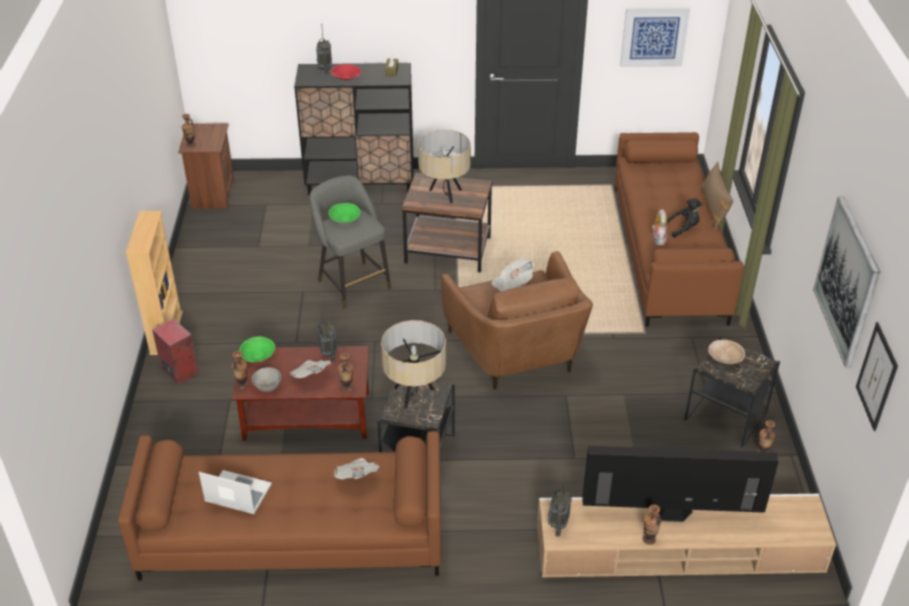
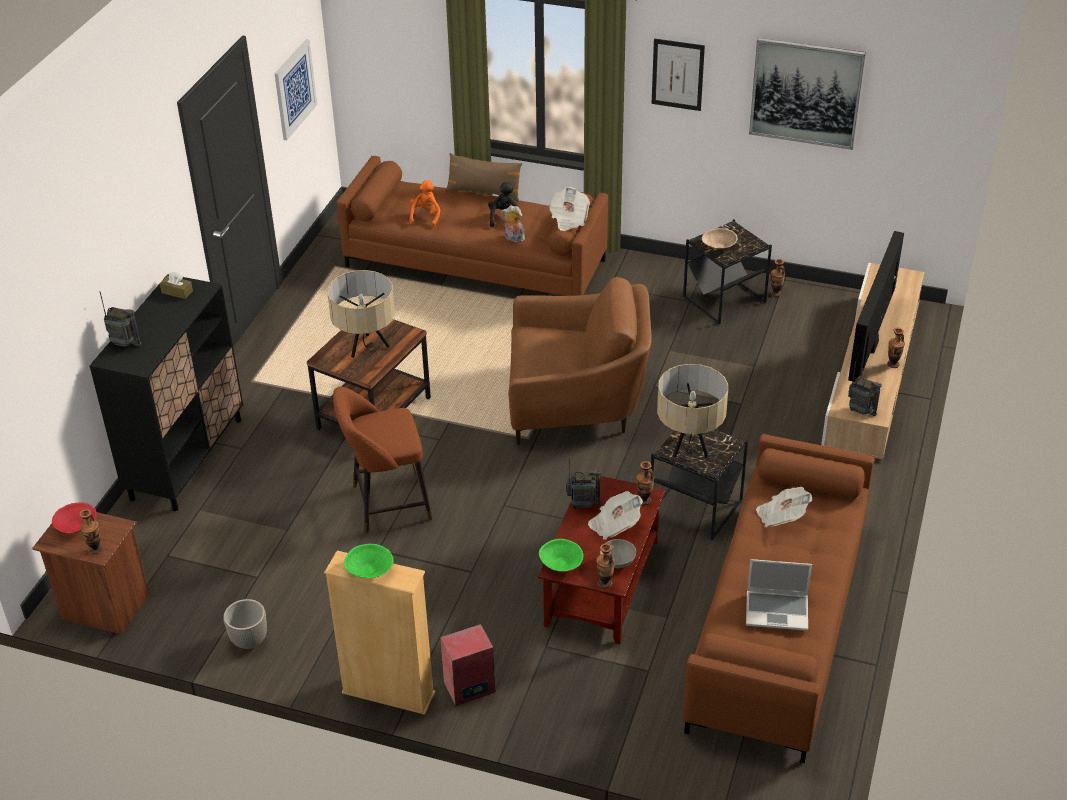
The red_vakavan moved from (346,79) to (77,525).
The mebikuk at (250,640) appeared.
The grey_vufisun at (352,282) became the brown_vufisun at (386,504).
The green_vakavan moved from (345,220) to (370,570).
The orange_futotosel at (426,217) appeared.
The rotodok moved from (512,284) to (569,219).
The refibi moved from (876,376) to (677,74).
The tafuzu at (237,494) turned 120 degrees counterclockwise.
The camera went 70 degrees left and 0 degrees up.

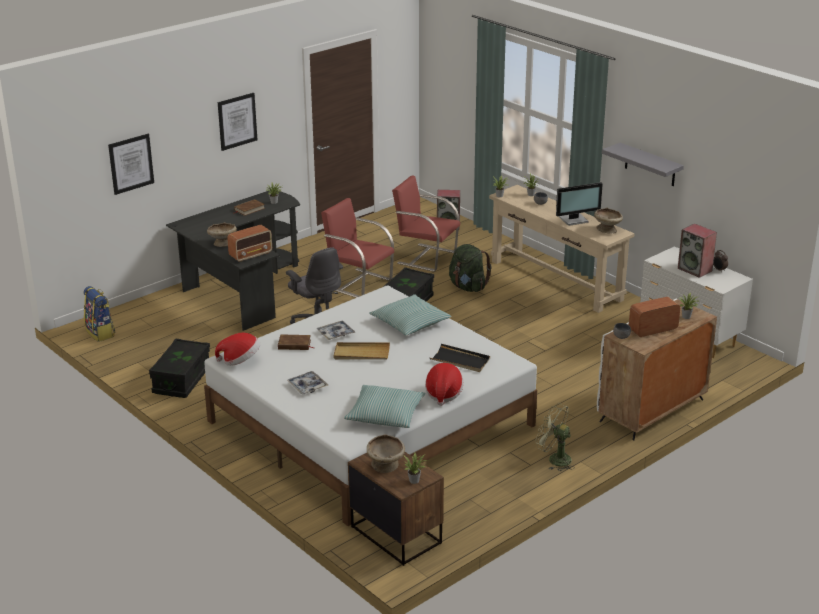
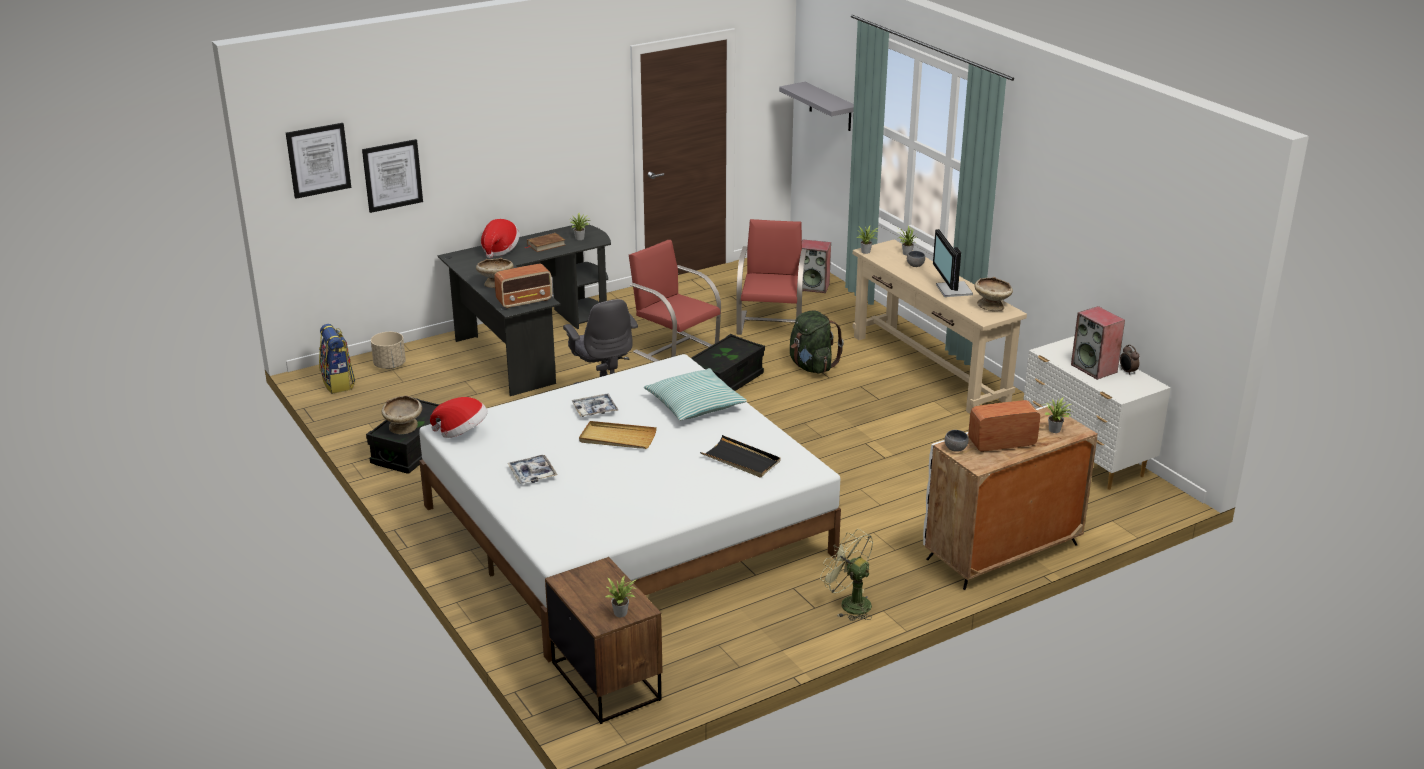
The refibi moved from (237,121) to (318,160).
The beige_mebikuk at (390,365) appeared.
The beige_vakavan moved from (386,466) to (404,428).
The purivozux moved from (443,393) to (499,250).
The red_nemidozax at (426,257) turned 60 degrees clockwise.
The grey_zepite moved from (650,165) to (830,107).
The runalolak at (574,220) turned 90 degrees clockwise.
The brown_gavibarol at (294,345) disappeared.
The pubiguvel at (385,414) disappeared.
The camera went 10 degrees right and 0 degrees up.

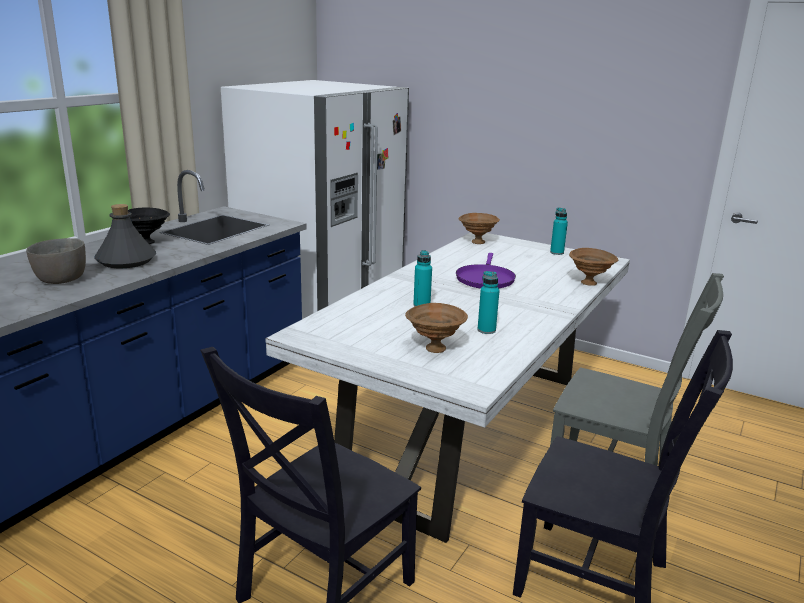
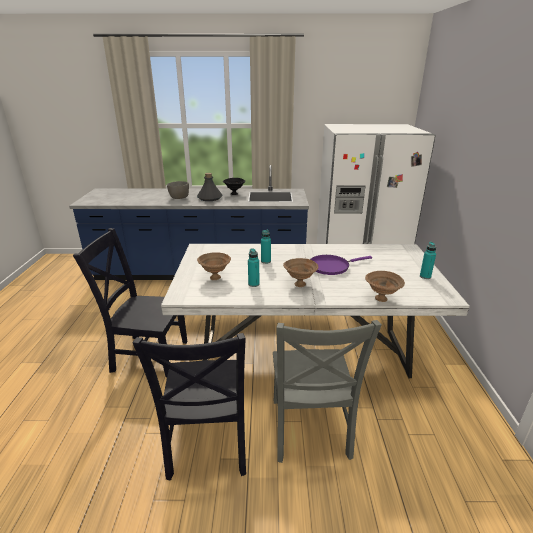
The brown_vakavan moved from (477,242) to (299,284).
The camera went 60 degrees right and 5 degrees up.

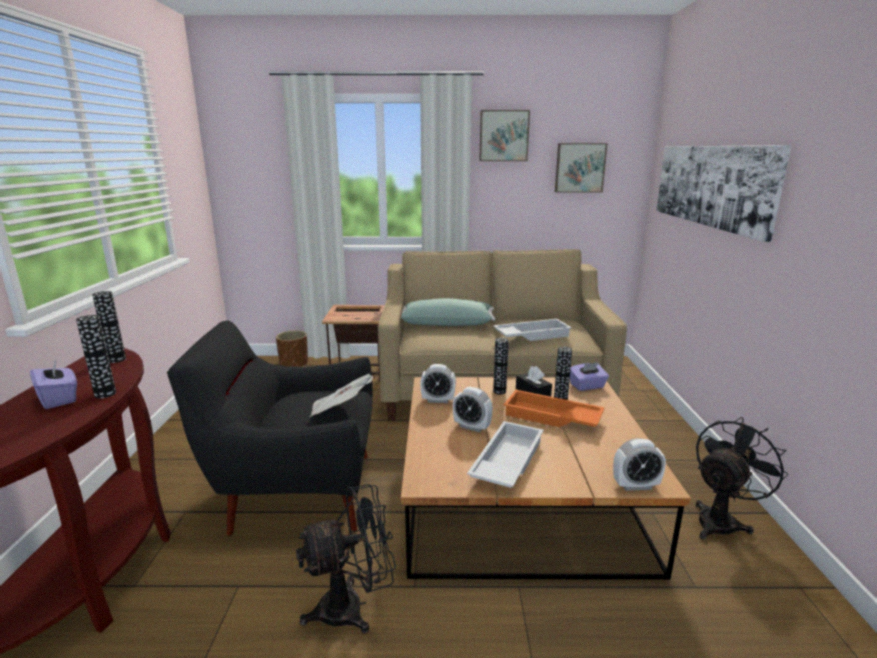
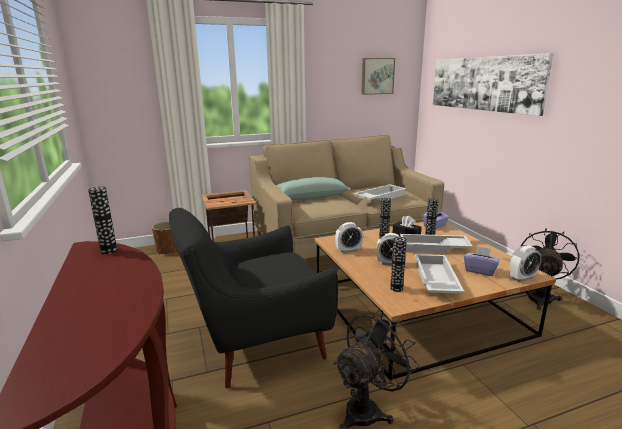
The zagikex moved from (105,394) to (396,288).
The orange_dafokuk at (551,417) became the white_dafokuk at (433,248).
The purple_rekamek moved from (59,398) to (480,270).
The rotodok at (340,411) disappeared.
The refibi at (503,136) disappeared.
The camera went 20 degrees left and 0 degrees up.

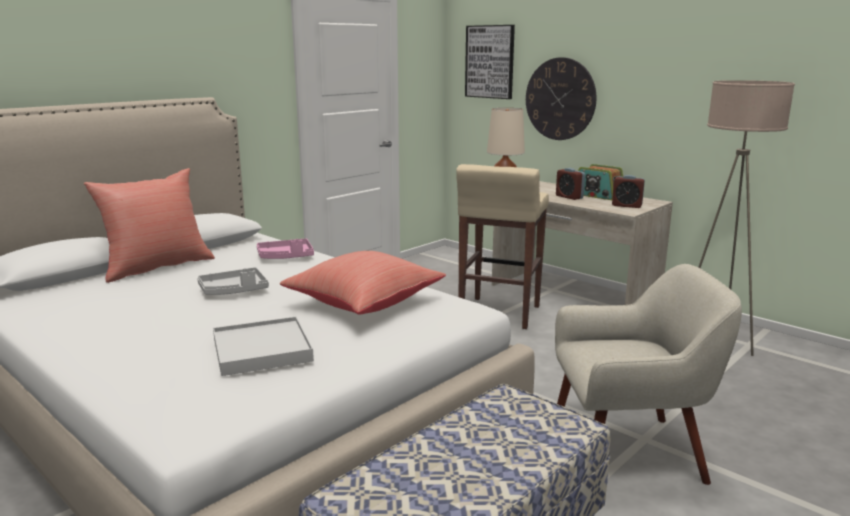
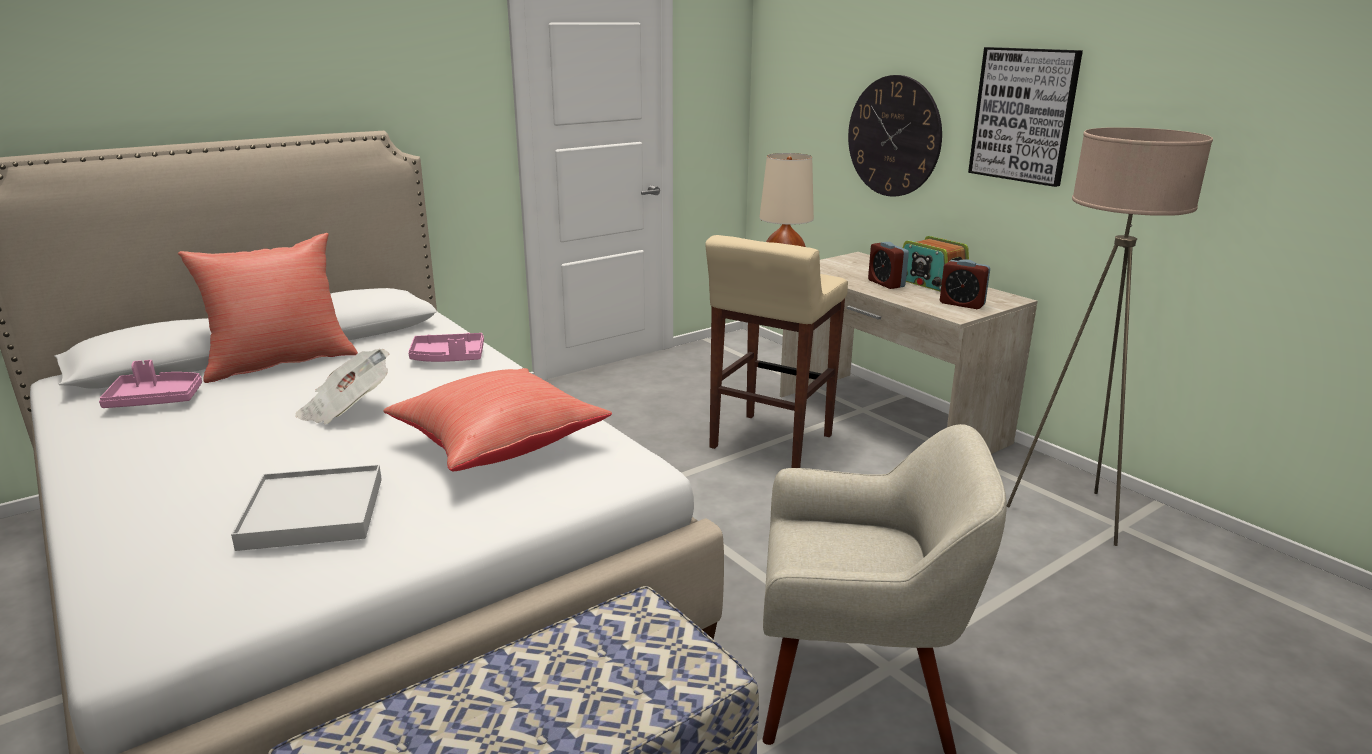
The pink_dafokuk at (156,400) appeared.
The grey_dafokuk at (234,291) was replaced by the rotodok at (346,409).
The refibi moved from (490,62) to (1024,115).
The camera went 10 degrees right and 5 degrees up.

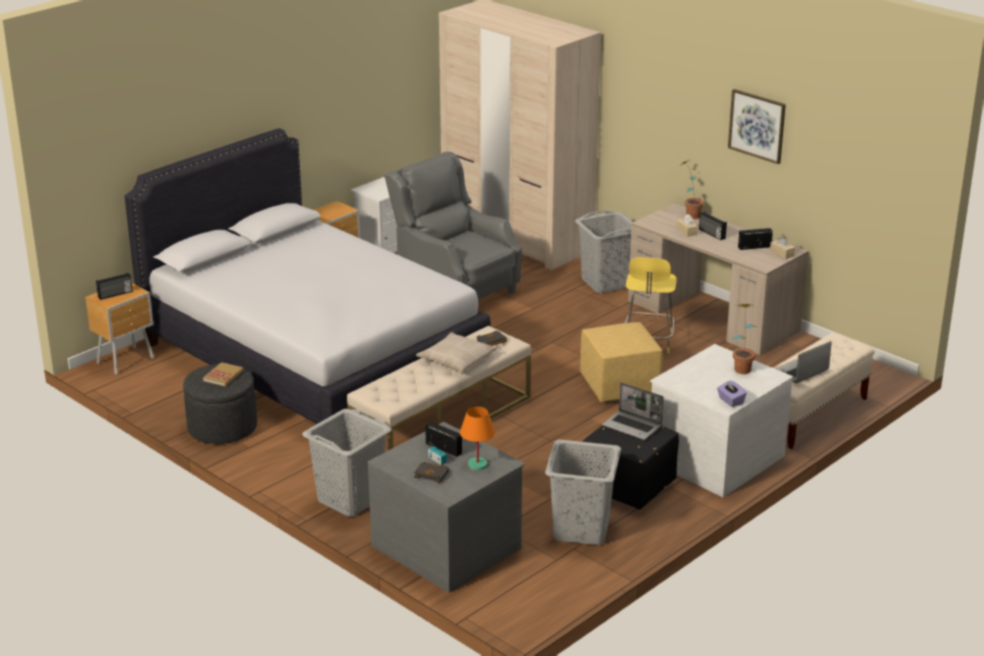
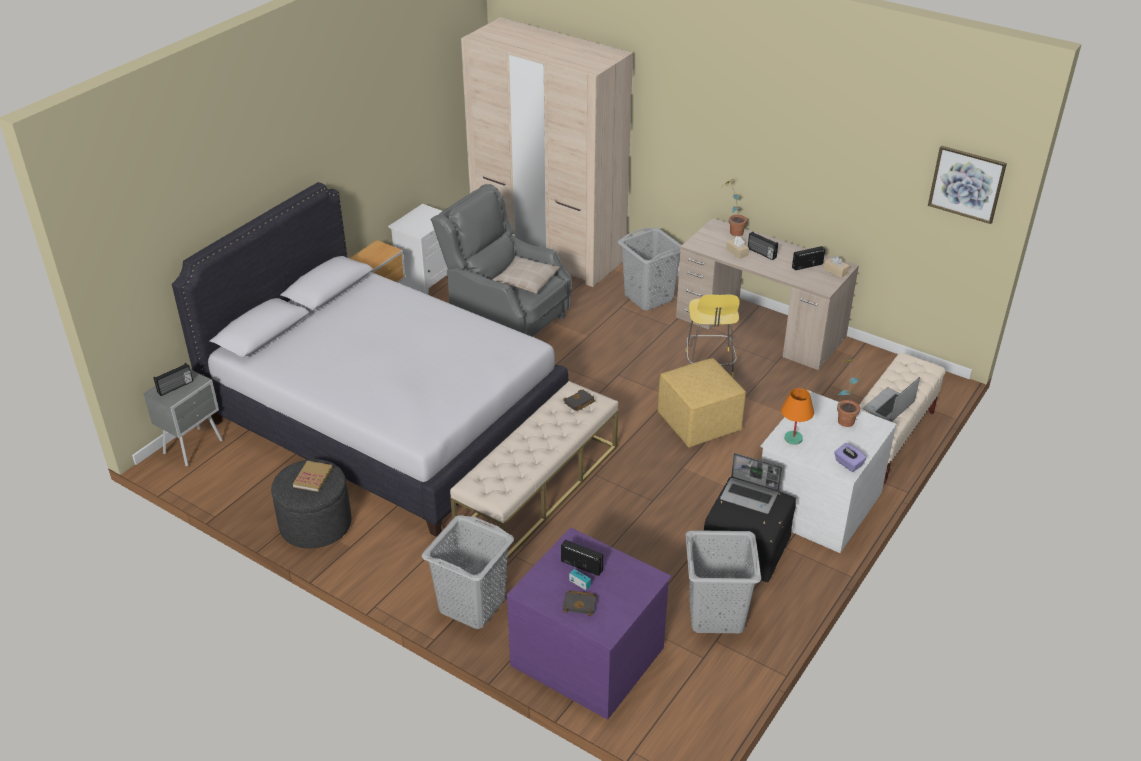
The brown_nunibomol at (127,360) became the grey_nunibomol at (194,446).
The beige_pubiguvel moved from (456,359) to (526,280).
The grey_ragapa at (448,546) became the purple_ragapa at (589,655).
The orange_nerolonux moved from (477,465) to (793,438).
The refibi moved from (757,126) to (966,184).
The camera went 10 degrees left and 10 degrees up.

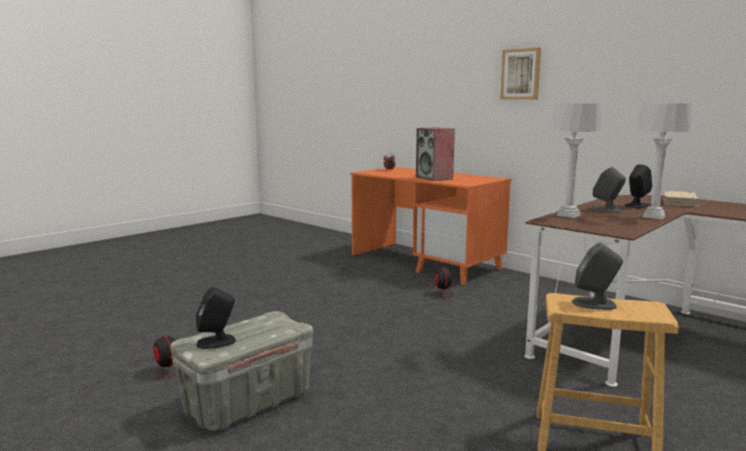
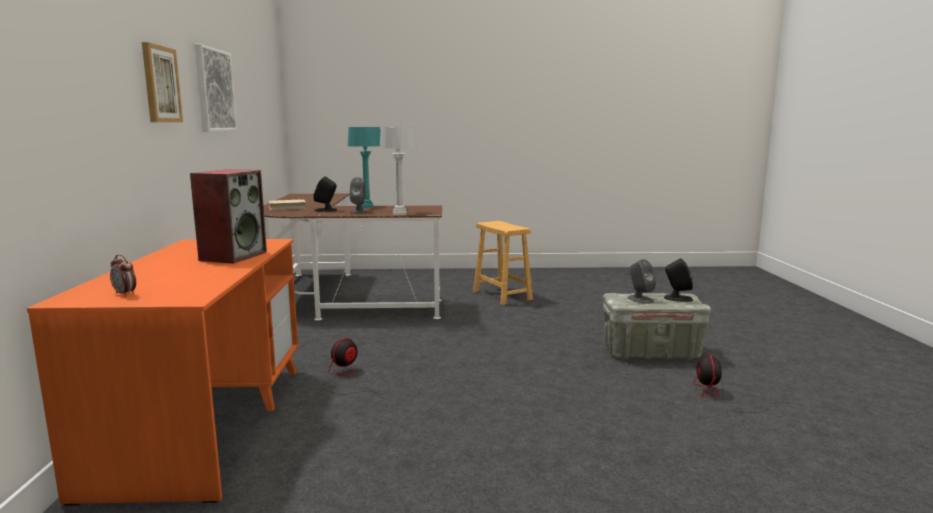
The refibi at (214,90) appeared.
The grey_nerolonux at (653,217) became the turquoise_nerolonux at (367,207).
The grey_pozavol moved from (594,304) to (640,299).
The camera went 135 degrees left and 0 degrees up.

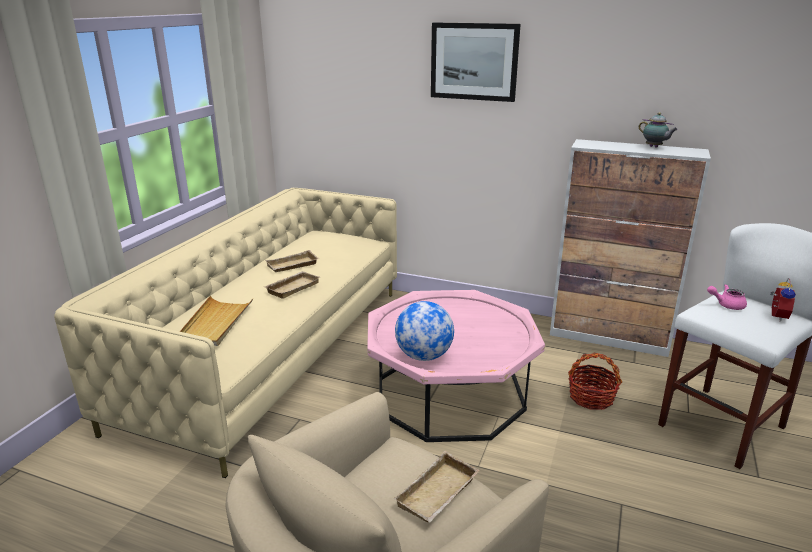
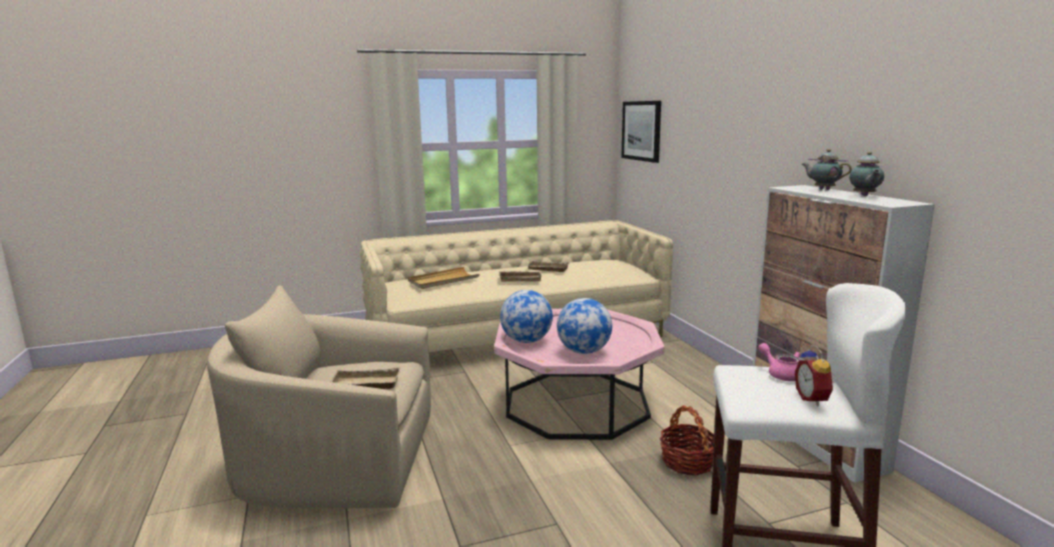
The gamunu at (584,351) appeared.
The refibi moved from (474,61) to (641,131).
The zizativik at (776,316) turned 105 degrees clockwise.
The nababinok at (822,189) appeared.
The camera went 50 degrees right and 10 degrees down.

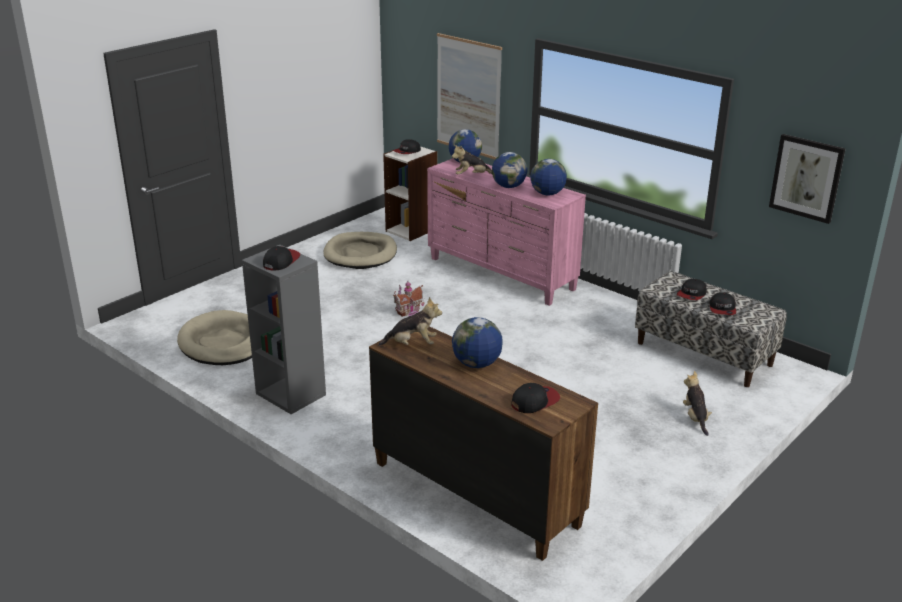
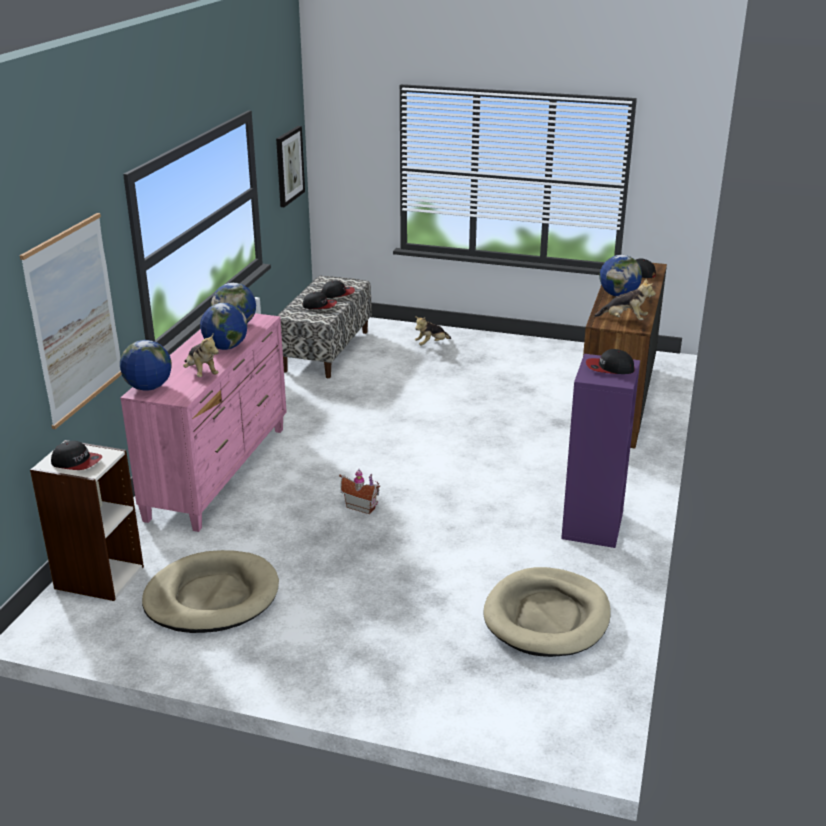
The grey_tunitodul at (290,394) became the purple_tunitodul at (593,526).
The futotosel at (412,344) turned 135 degrees clockwise.
The camera went 115 degrees left and 0 degrees up.

